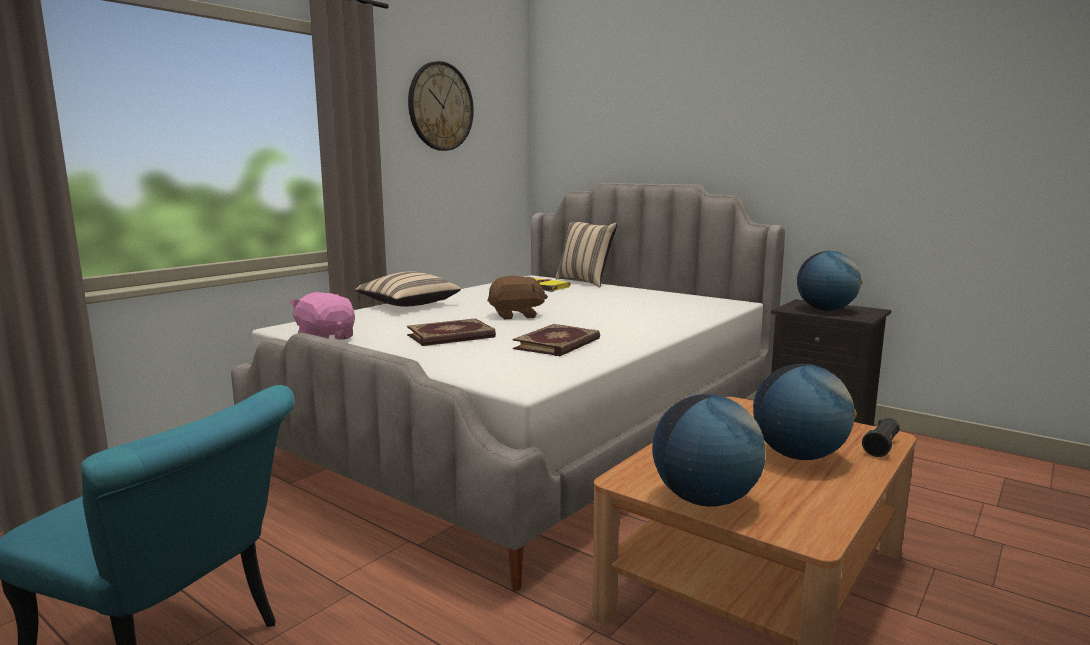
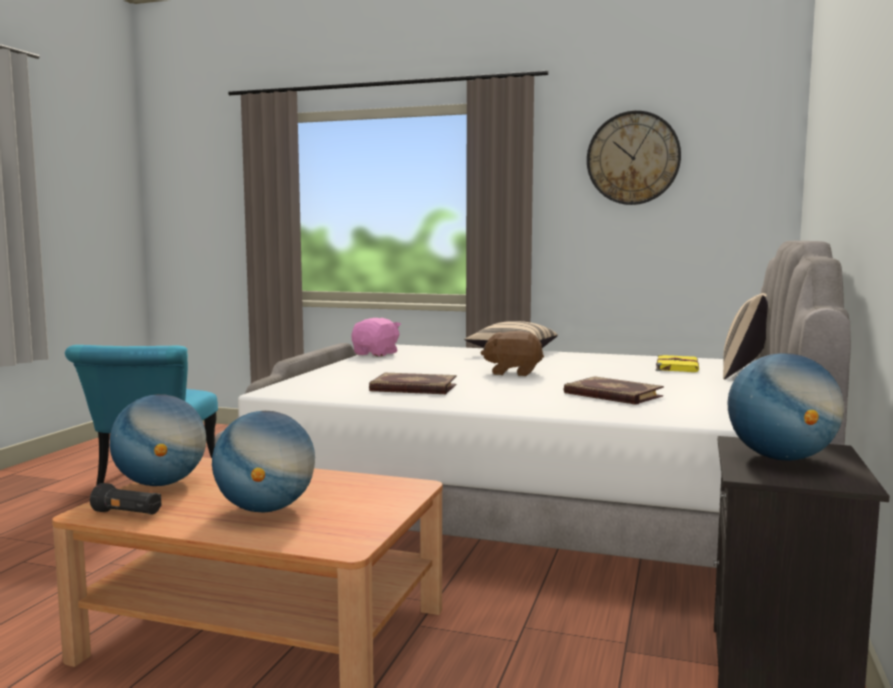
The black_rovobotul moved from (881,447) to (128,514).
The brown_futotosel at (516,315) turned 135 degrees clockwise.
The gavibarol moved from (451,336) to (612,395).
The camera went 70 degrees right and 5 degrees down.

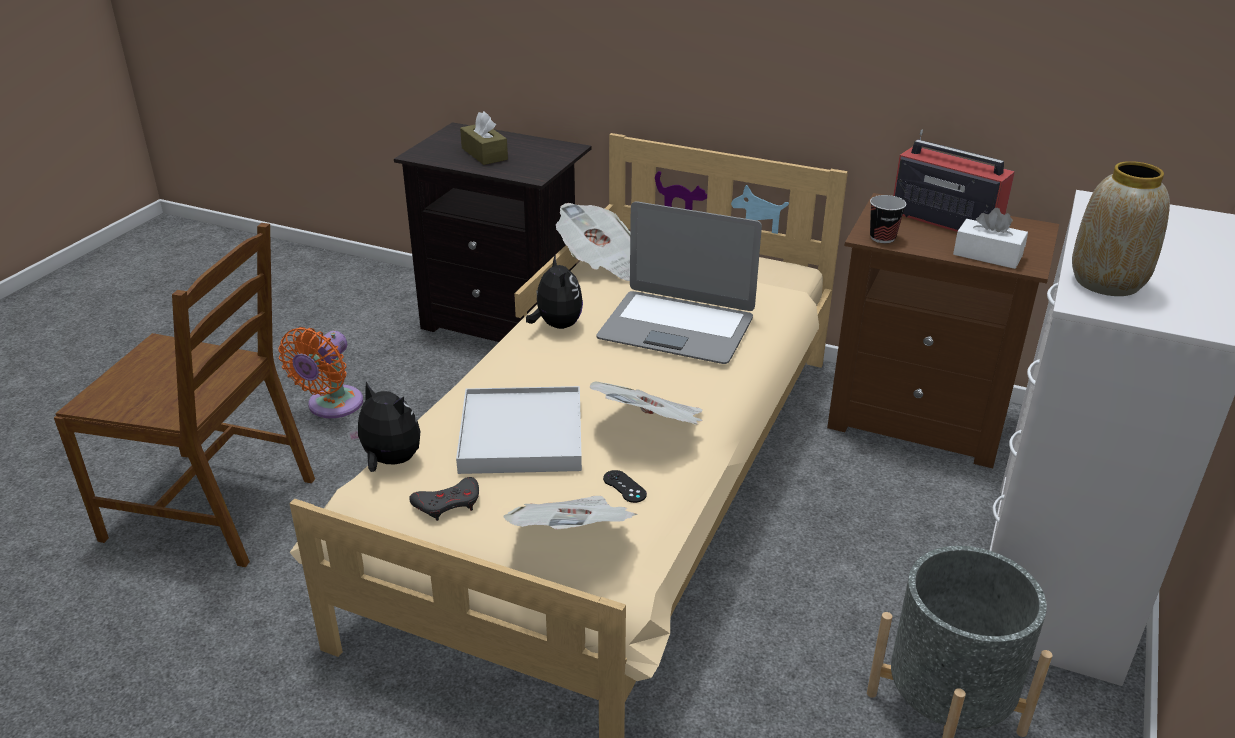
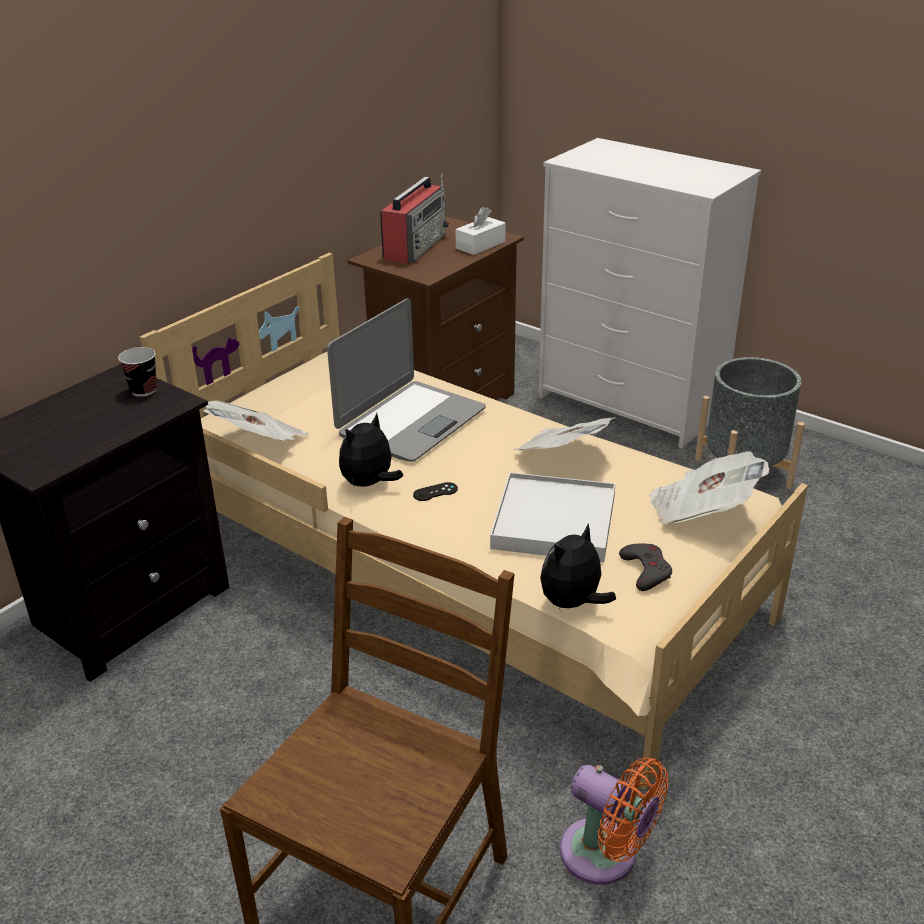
The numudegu moved from (882,238) to (144,390).
The futotosel at (556,325) turned 45 degrees counterclockwise.
The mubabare at (944,220) turned 150 degrees clockwise.
The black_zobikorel moved from (624,486) to (435,492).
The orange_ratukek moved from (331,406) to (605,856).
The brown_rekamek at (484,154) disappeared.
The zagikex at (1106,282) disappeared.
The camera went 75 degrees left and 0 degrees up.

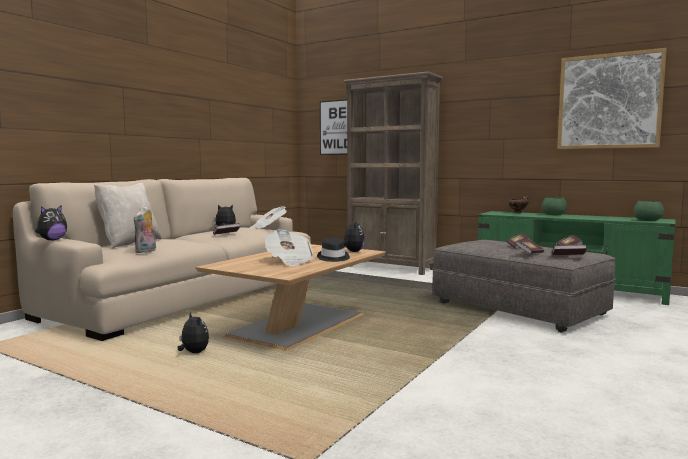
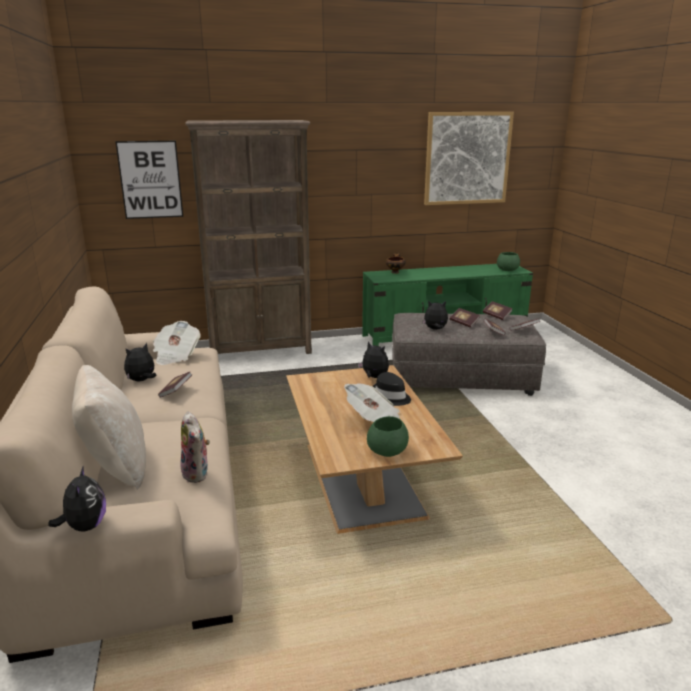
The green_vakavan moved from (554,215) to (387,450).
The futotosel moved from (193,353) to (435,329).
The camera went 45 degrees left and 15 degrees up.

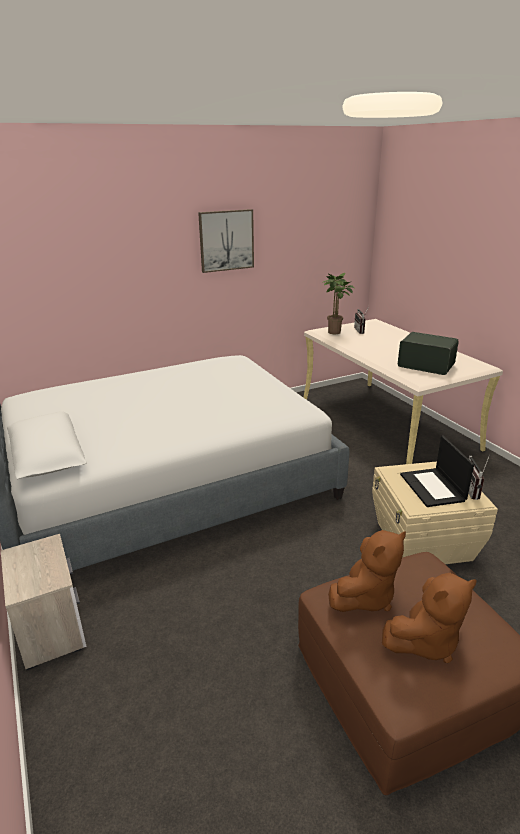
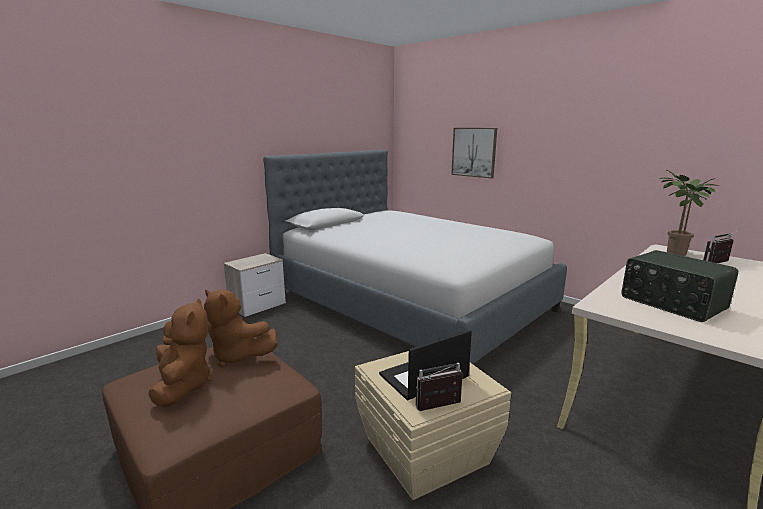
The brown_futotosel at (425,641) turned 150 degrees counterclockwise.
The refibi moved from (226,240) to (474,152).
The mubabare at (426,365) turned 135 degrees clockwise.
The camera went 70 degrees right and 10 degrees down.

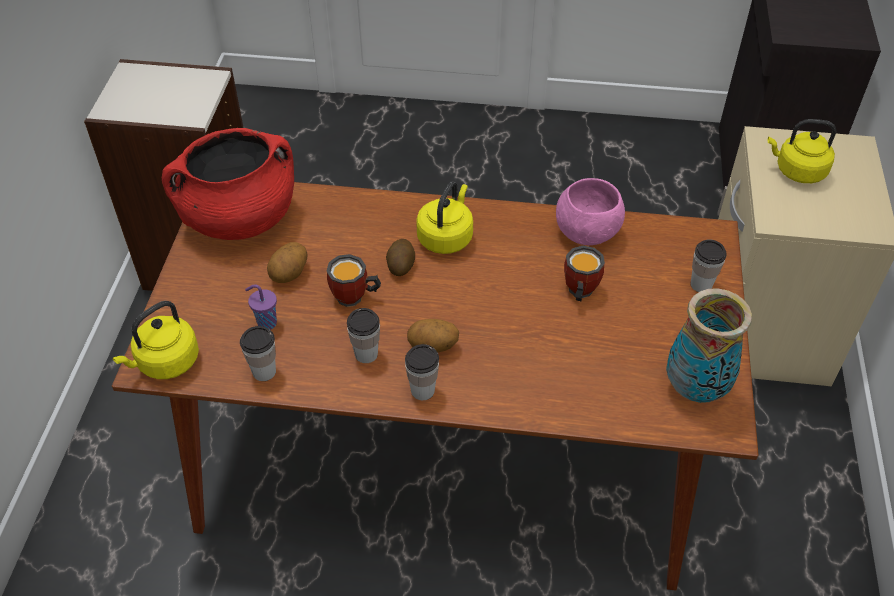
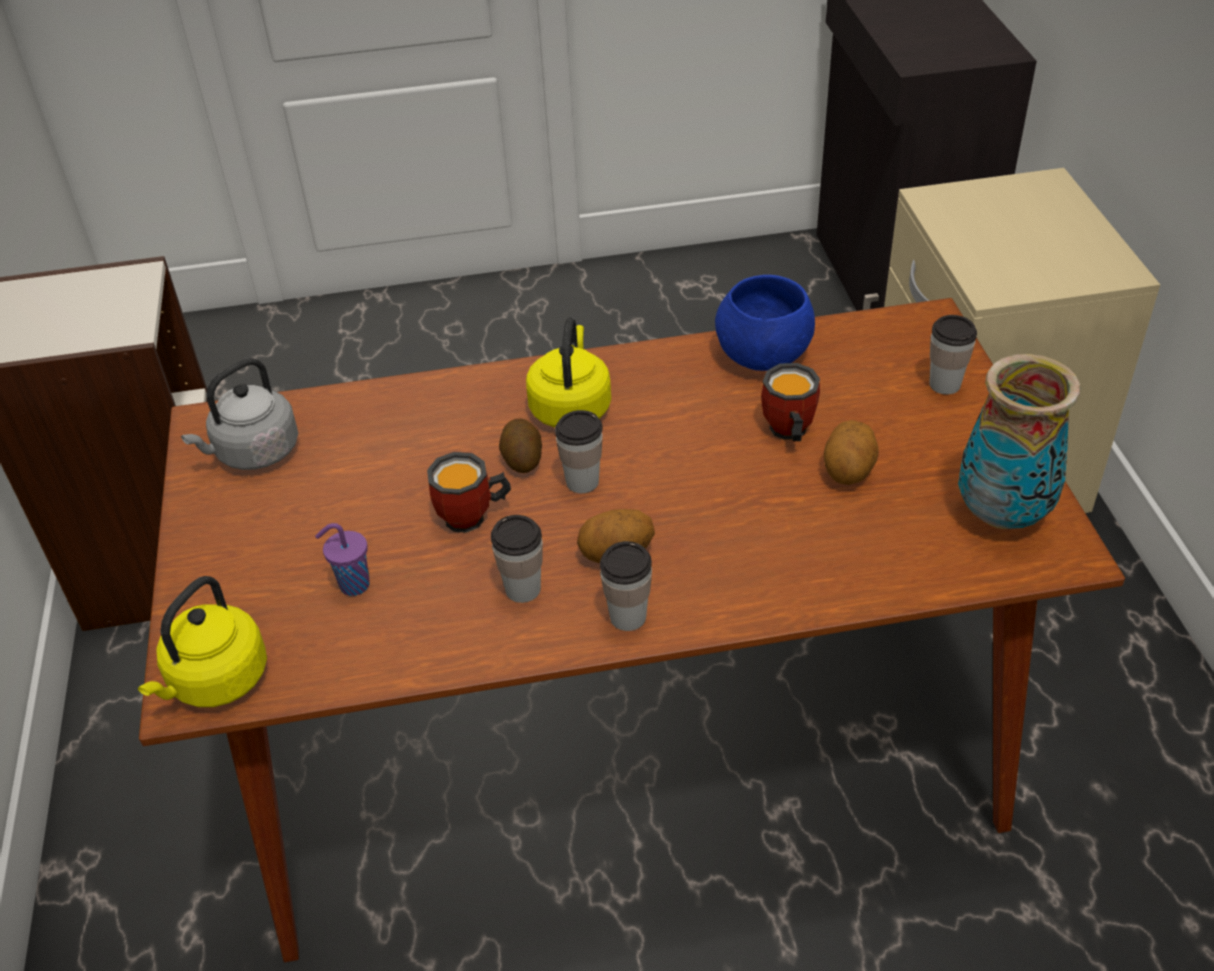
The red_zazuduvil at (240,218) was replaced by the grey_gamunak at (254,453).
The numudegu moved from (264,371) to (582,481).
The pink_vakavan at (586,233) became the blue_vakavan at (762,356).
The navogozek moved from (290,274) to (849,471).
The yellow_gamunak at (797,171) disappeared.
The camera went 15 degrees left and 5 degrees down.

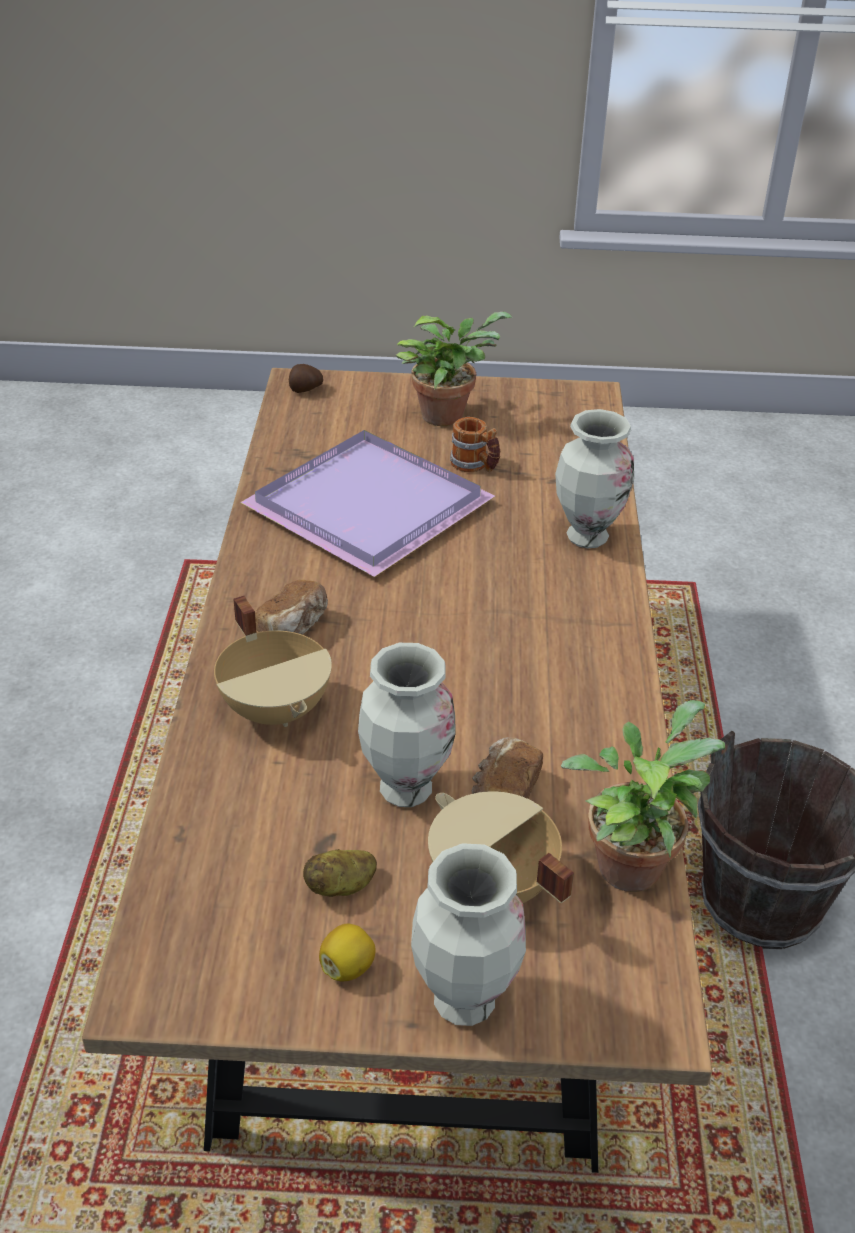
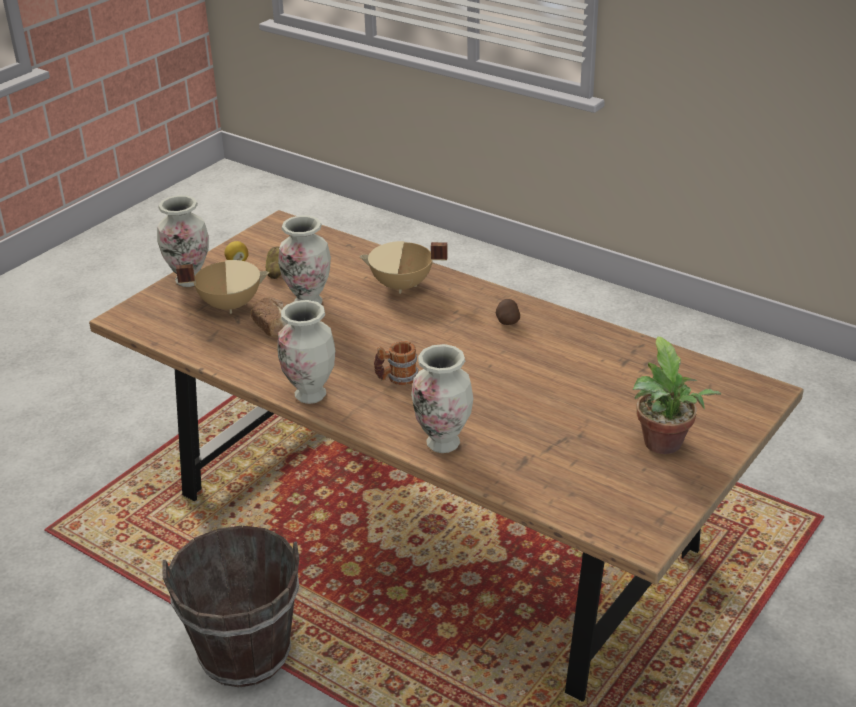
The zagikex at (311,395) appeared.
The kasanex moved from (475,466) to (396,378).
The navogozek moved from (305,390) to (507,321).
The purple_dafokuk at (363,506) disappeared.
The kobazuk at (295,627) disappeared.
The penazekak at (630,861) disappeared.
The camera went 125 degrees right and 5 degrees down.

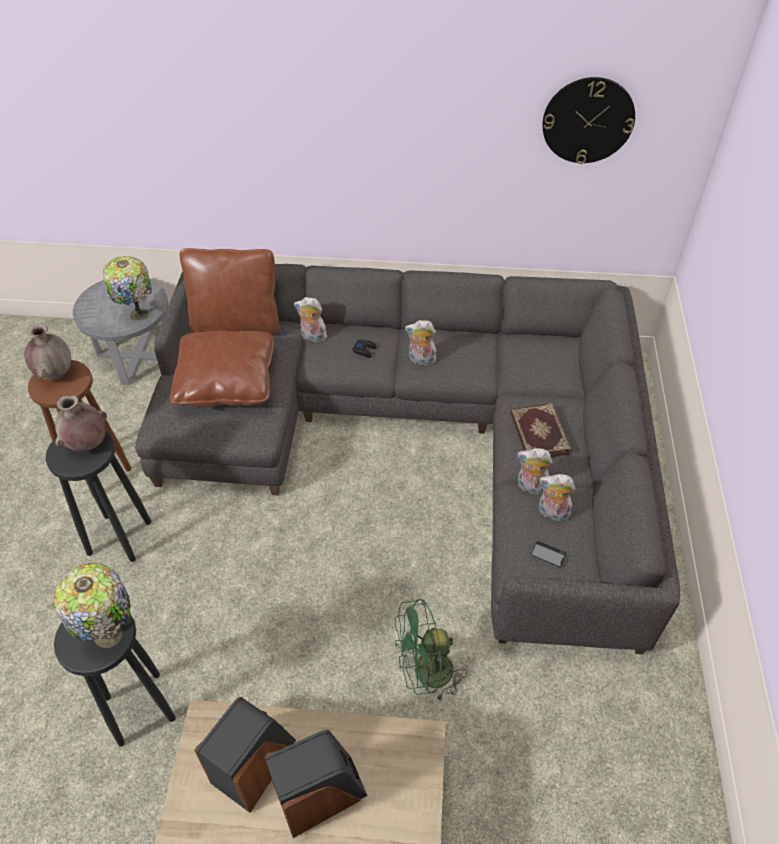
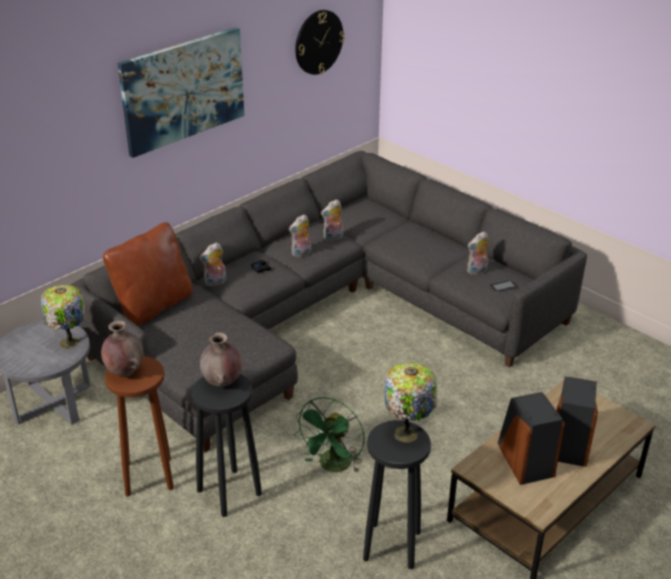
The refibi at (183,90) appeared.
The green_ratukek moved from (425,673) to (333,467).
The futotosel moved from (530,487) to (333,237).
The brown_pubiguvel at (226,382) disappeared.
The gavibarol at (538,433) disappeared.
The camera went 50 degrees left and 15 degrees down.

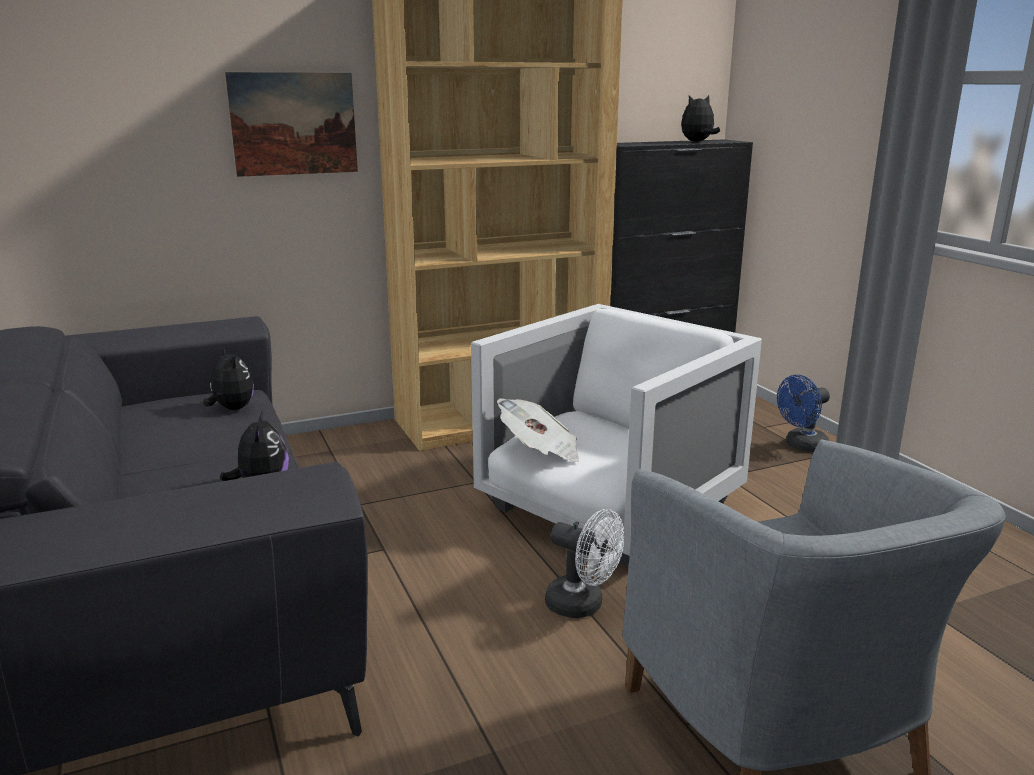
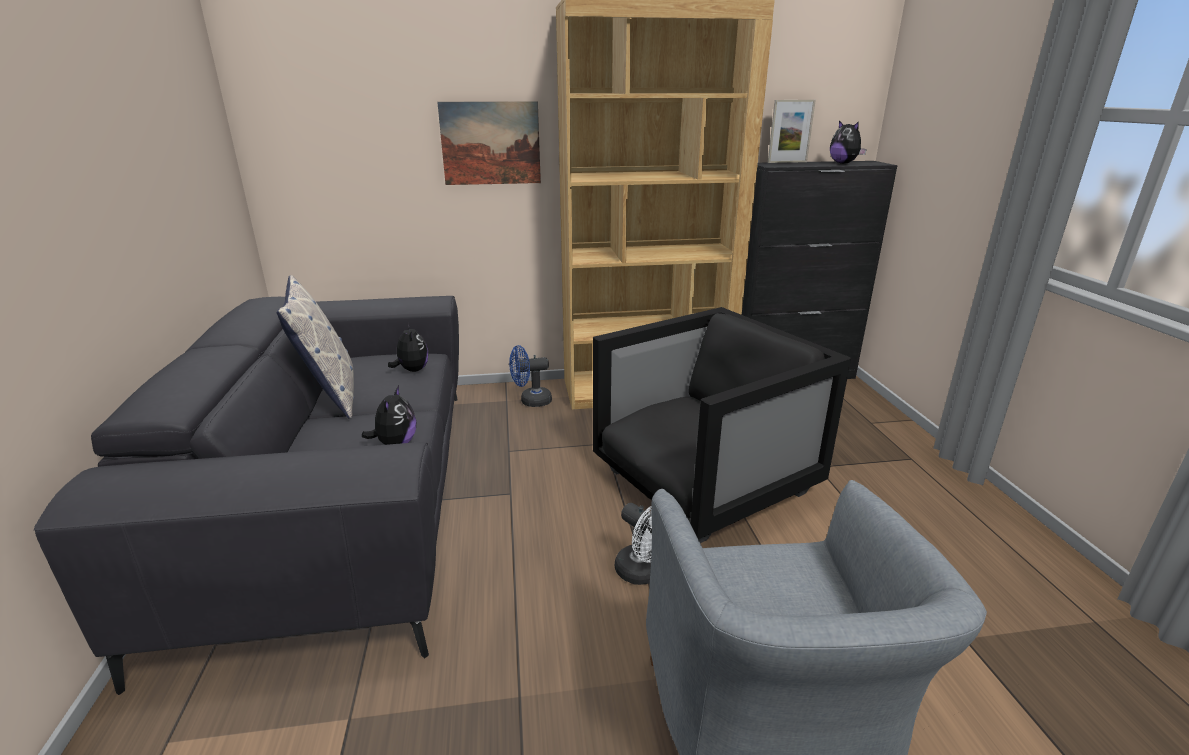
The pubiguvel at (330,395) appeared.
The blue_ratukek moved from (801,446) to (530,401).
The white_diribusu at (609,507) became the black_diribusu at (703,482).
The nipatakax at (787,162) appeared.
The futotosel at (697,142) turned 105 degrees counterclockwise.
The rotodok at (540,451) disappeared.
The camera went 15 degrees right and 5 degrees up.

